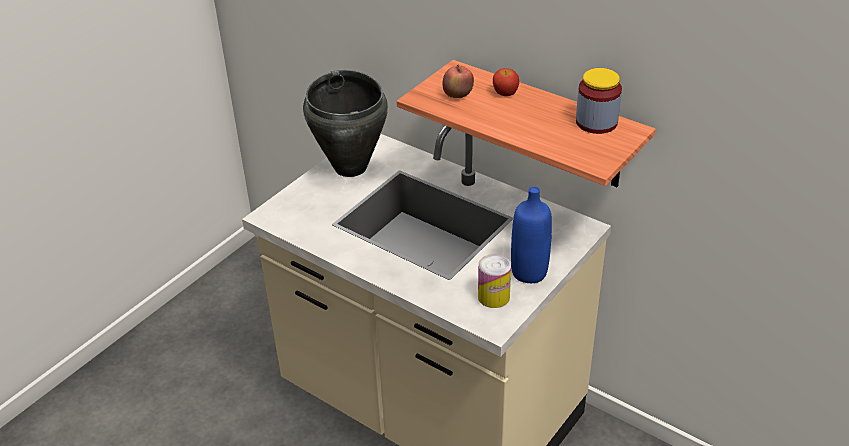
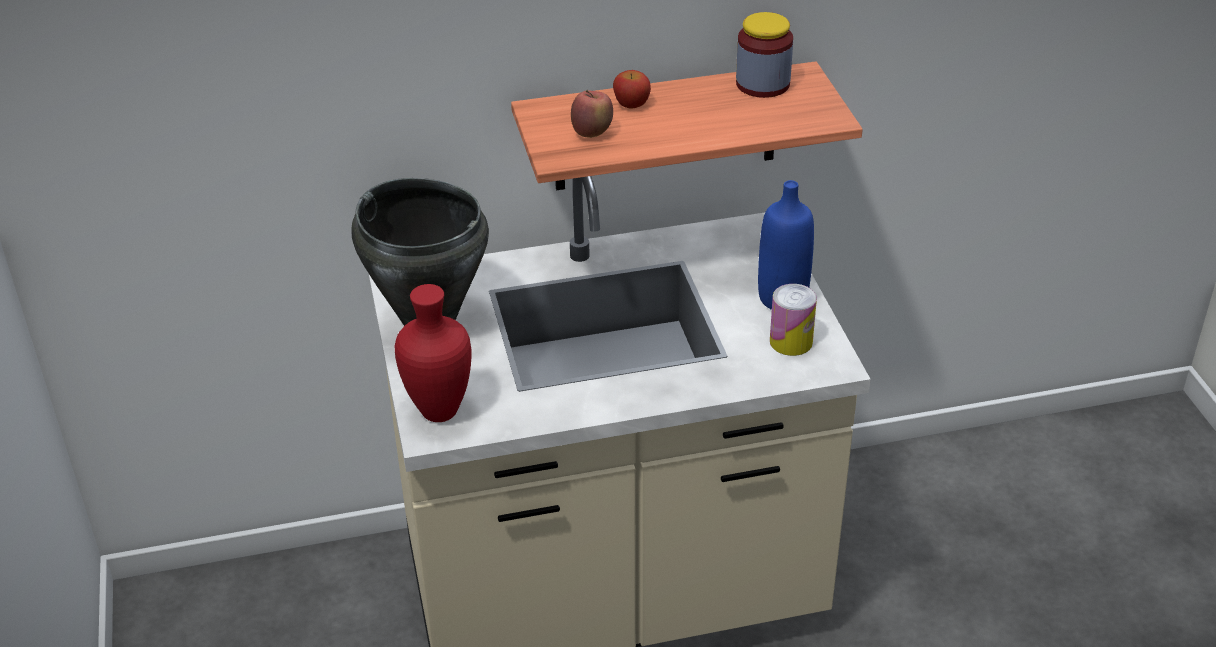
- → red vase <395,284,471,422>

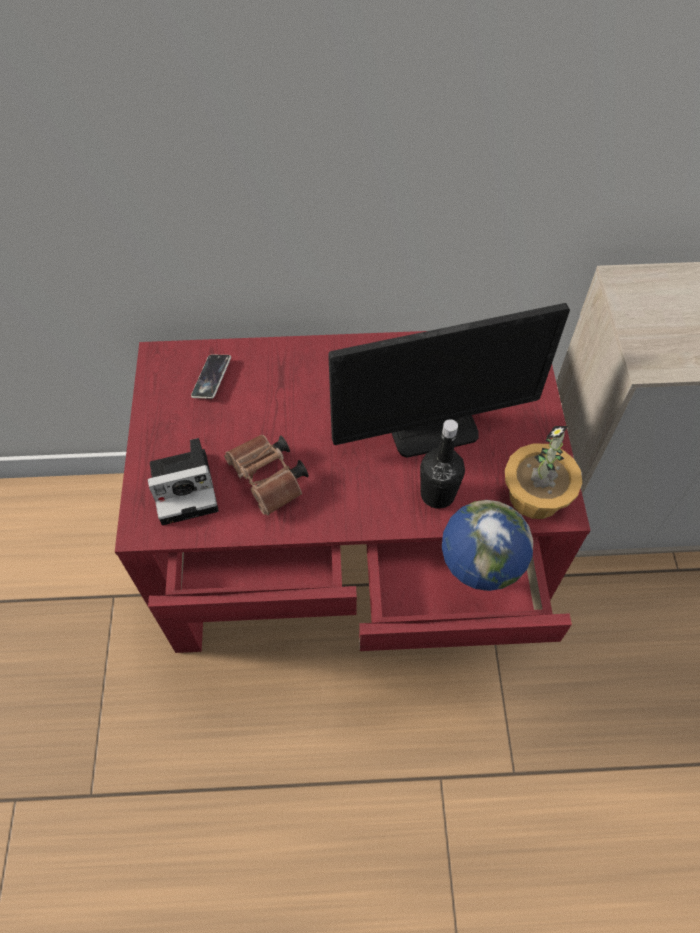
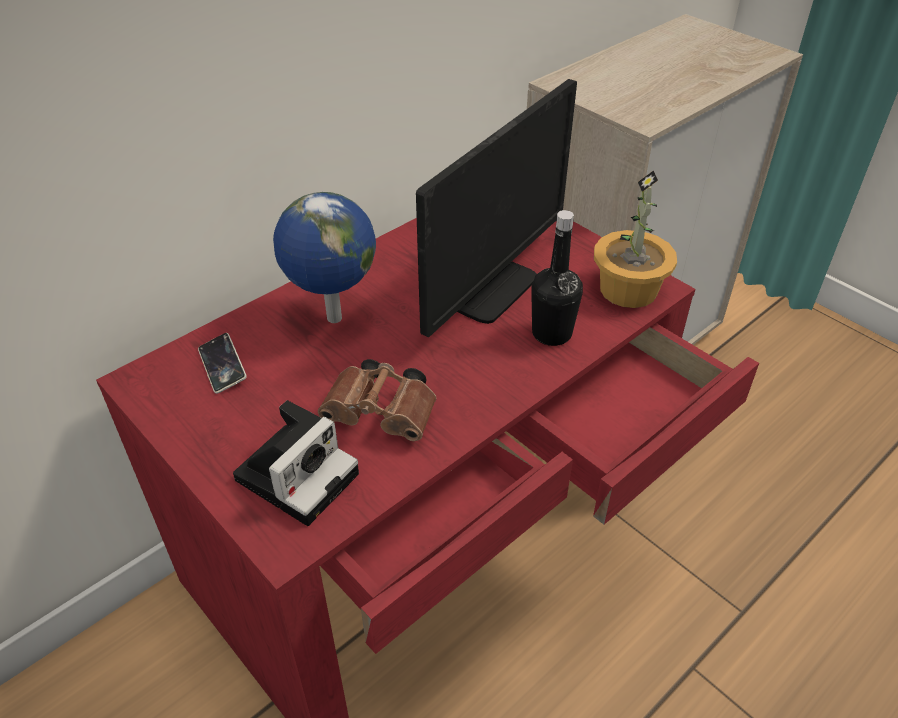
globe <442,500,533,591> → globe <273,192,376,323>, shifted

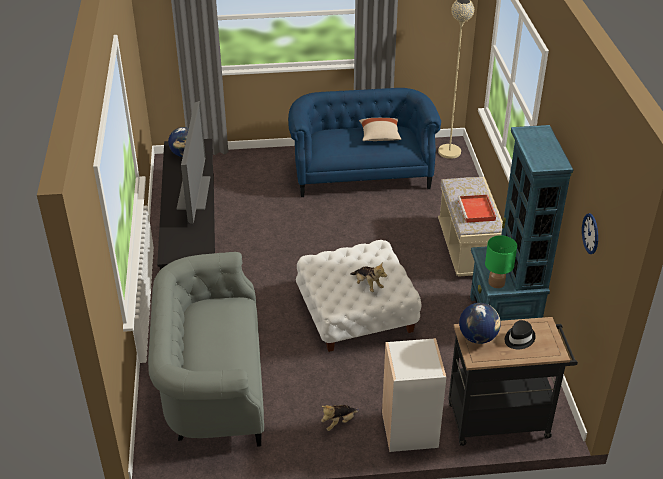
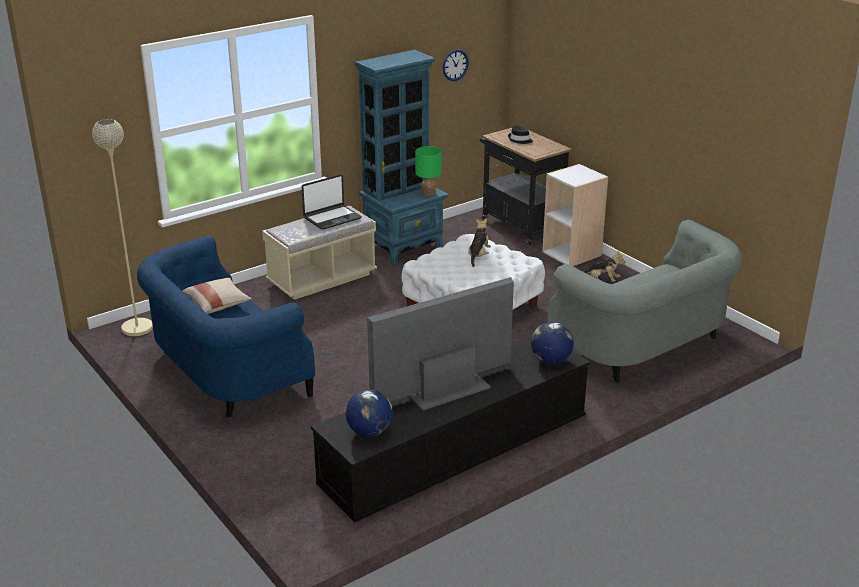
red tray <458,195,496,223> → laptop <302,174,362,230>
globe <459,303,501,344> → globe <531,322,574,364>, shifted

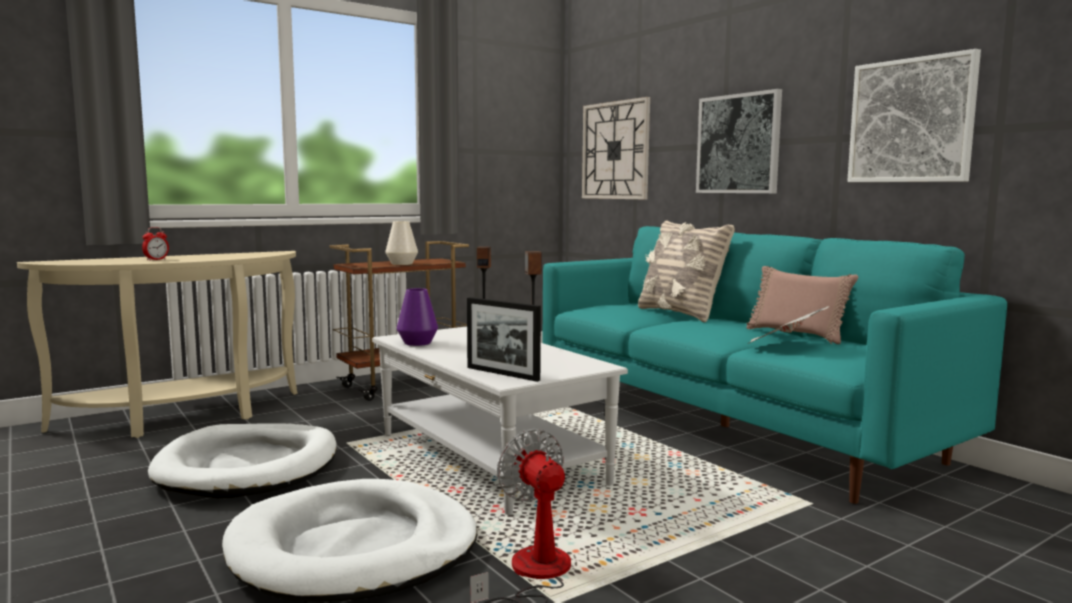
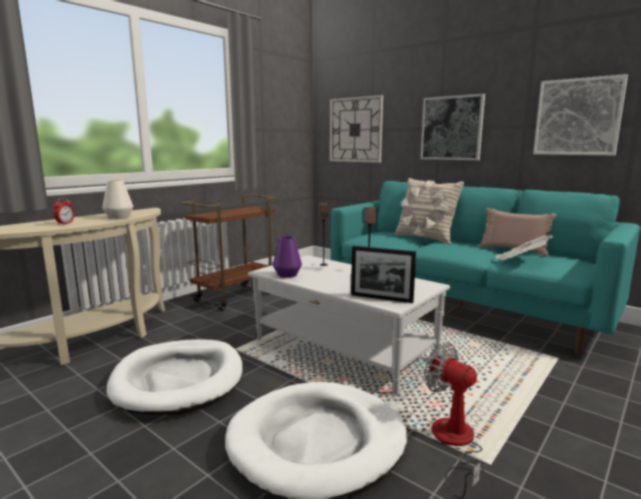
white vase <385,221,418,265> → white vase <102,180,133,219>, shifted

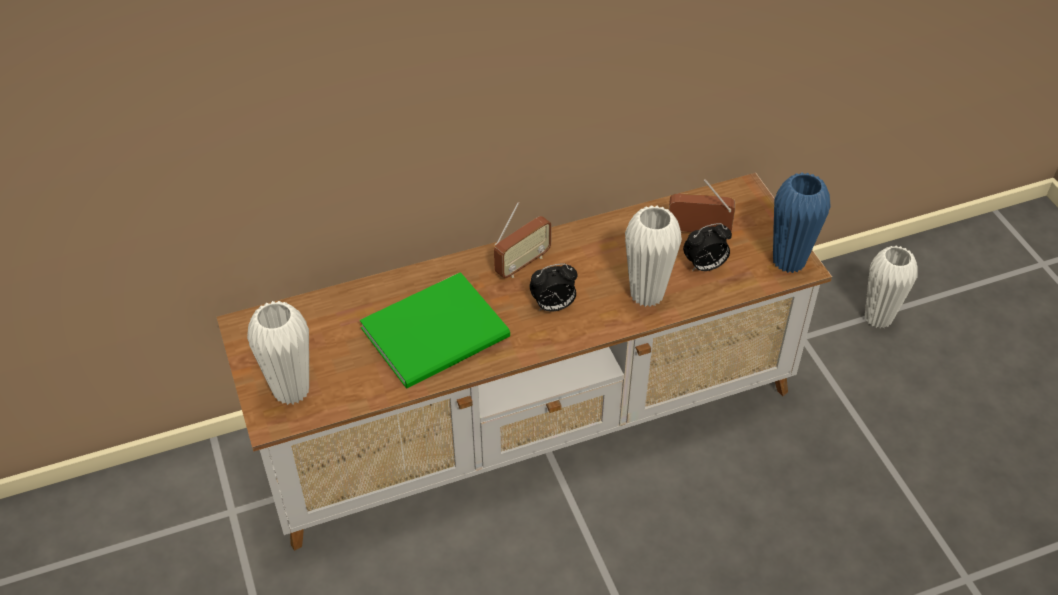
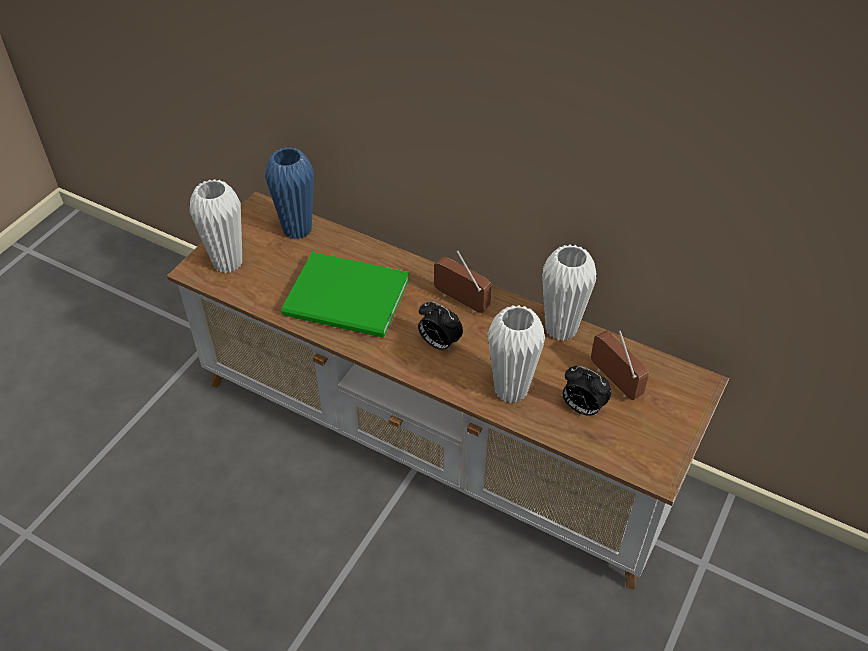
blue vase <773,172,831,273> → blue vase <265,147,314,239>, shifted
radio <494,202,552,278> → radio <434,251,492,313>, 150 degrees counterclockwise
white vase <865,246,918,328> → white vase <542,245,597,341>, shifted

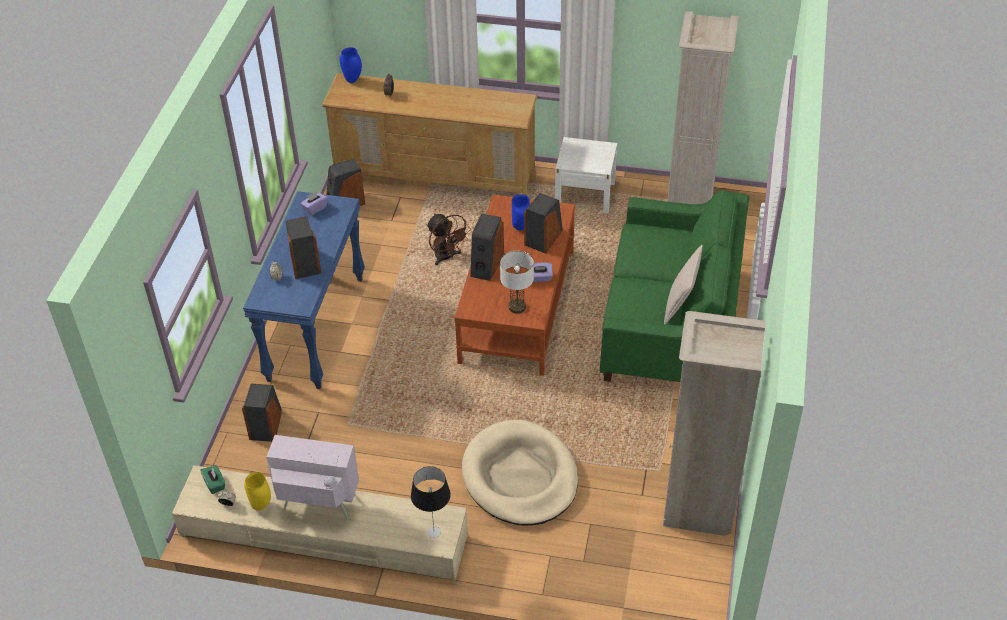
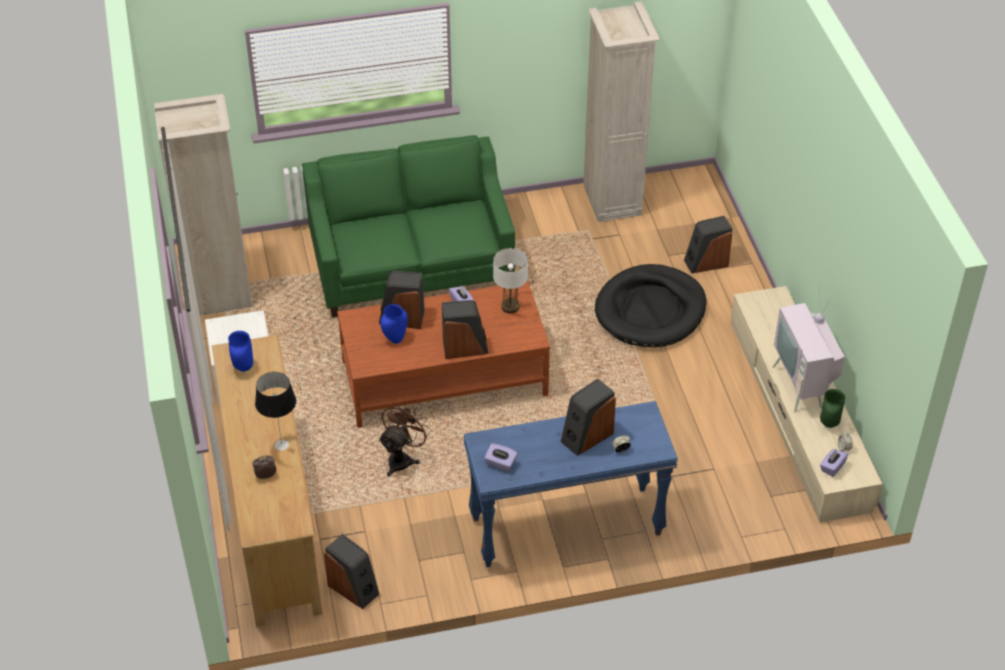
blue vase <339,47,362,83> → blue vase <228,331,253,372>, shifted
beige pillow <664,245,703,324> → -
speaker <242,384,282,442> → speaker <684,216,732,274>, shifted
beige dog bed <462,420,578,526> → black dog bed <595,264,707,347>
green tissue box <200,466,226,494> → purple tissue box <820,449,848,477>
table lamp <411,466,451,538> → table lamp <255,372,296,450>, shifted
yellow vase <244,472,271,511> → green vase <820,389,845,428>

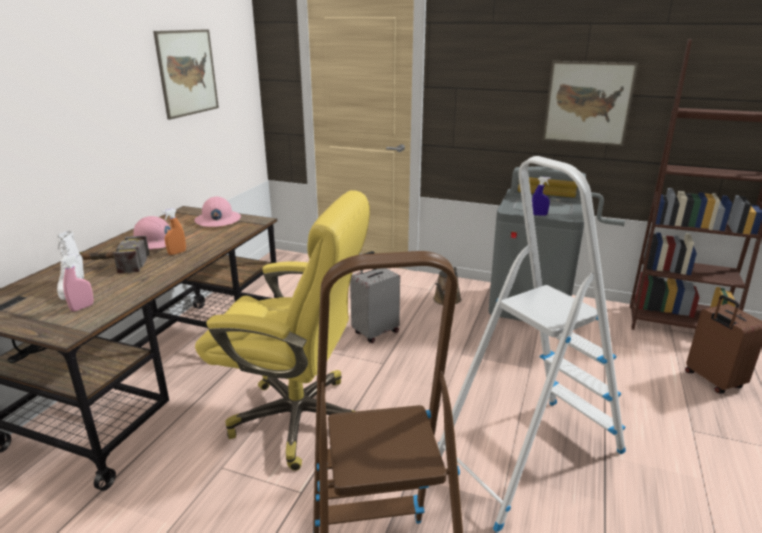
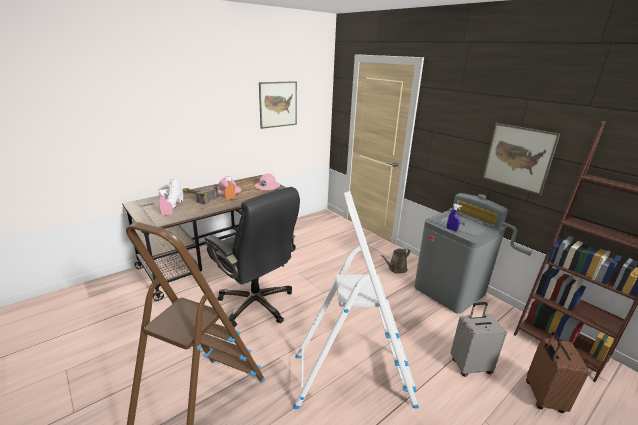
yellow office chair <195,190,370,471> → black office chair <204,187,300,328>
grey suitcase <350,251,400,343> → grey suitcase <451,302,507,377>, shifted

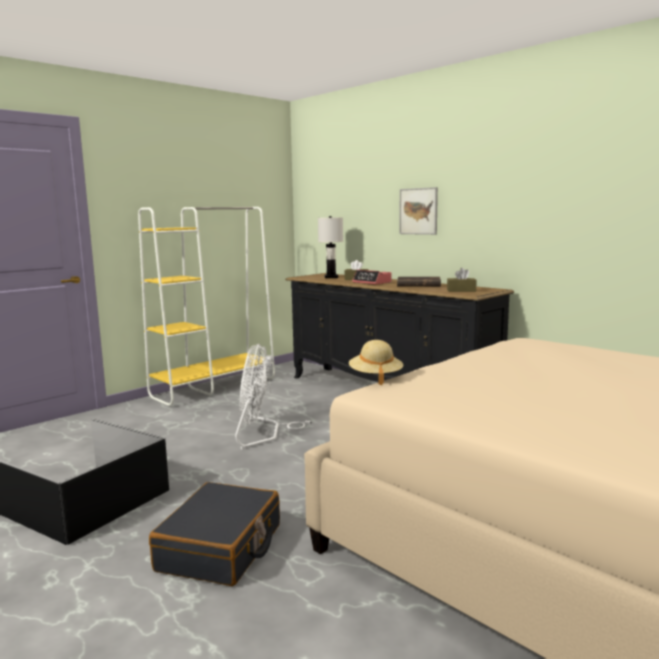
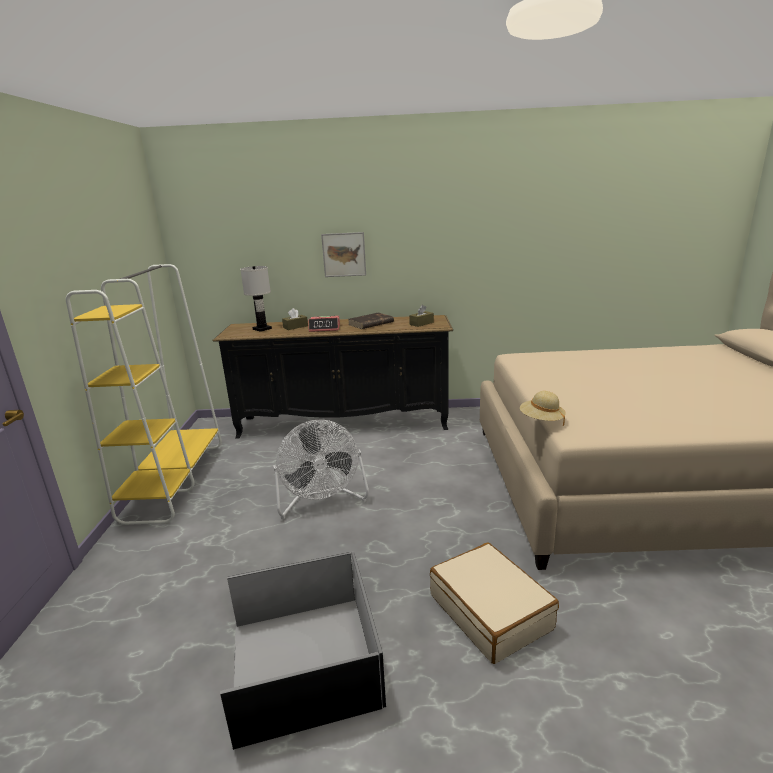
white fan <235,344,311,450> → white fan <273,420,369,519>, 60 degrees counterclockwise
black suitcase <149,482,280,586> → beige suitcase <430,542,559,664>

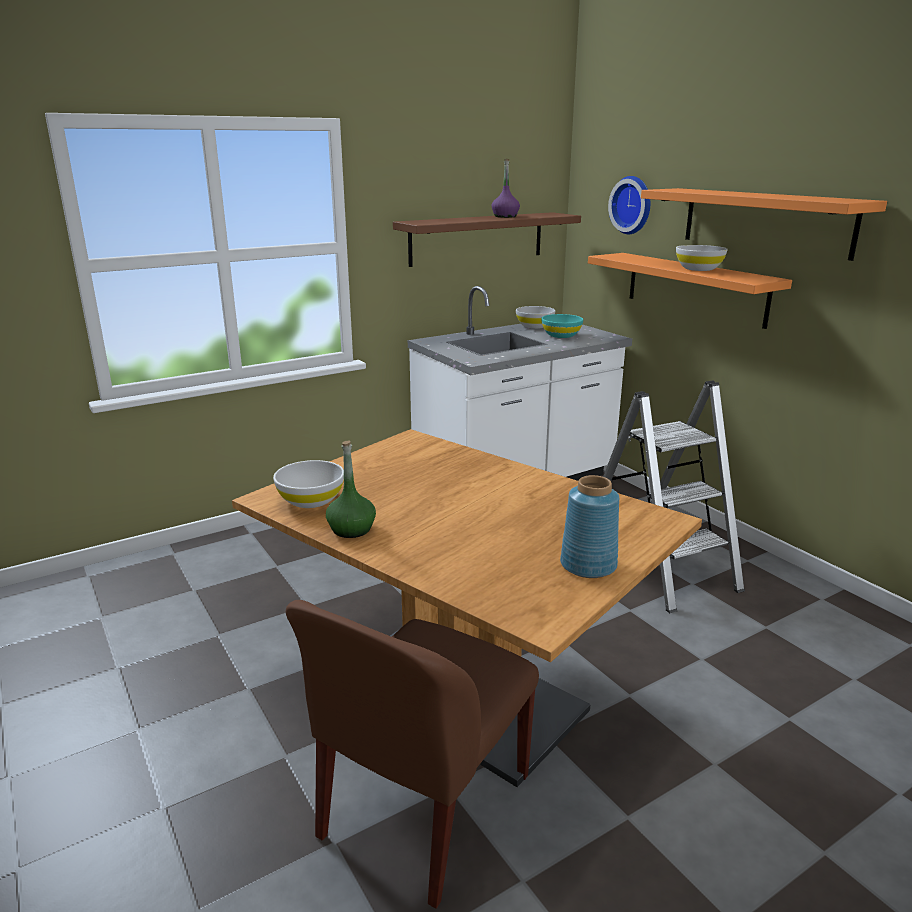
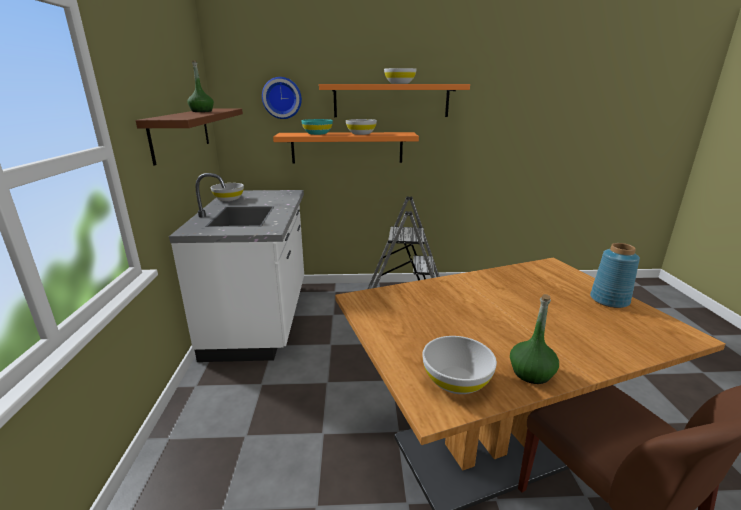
purple bottle <492,159,520,218> → green bottle <187,60,214,112>
turquoise bowl <541,314,583,338> → turquoise bowl <301,119,333,135>, shifted
- → white bowl <384,68,417,84>

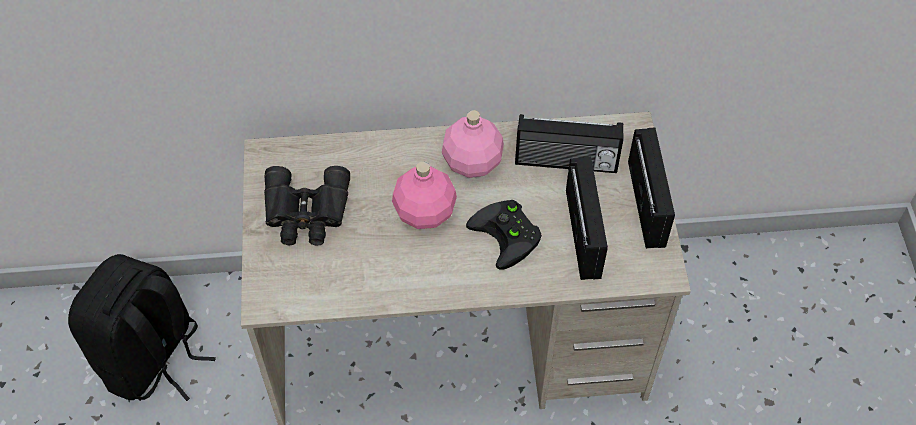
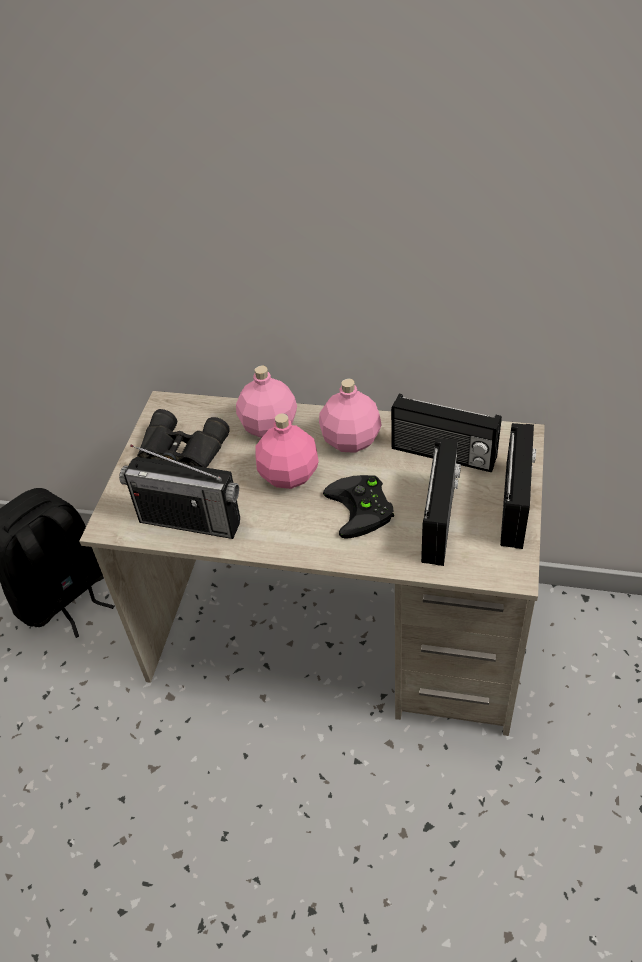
- → pink bottle <236,365,297,438>
- → radio <119,445,240,539>

